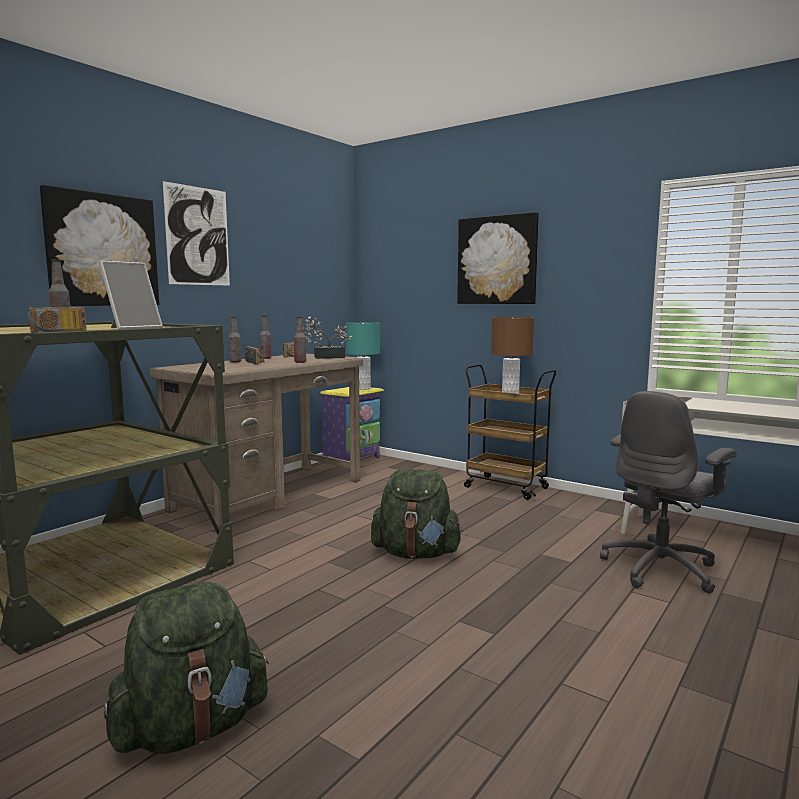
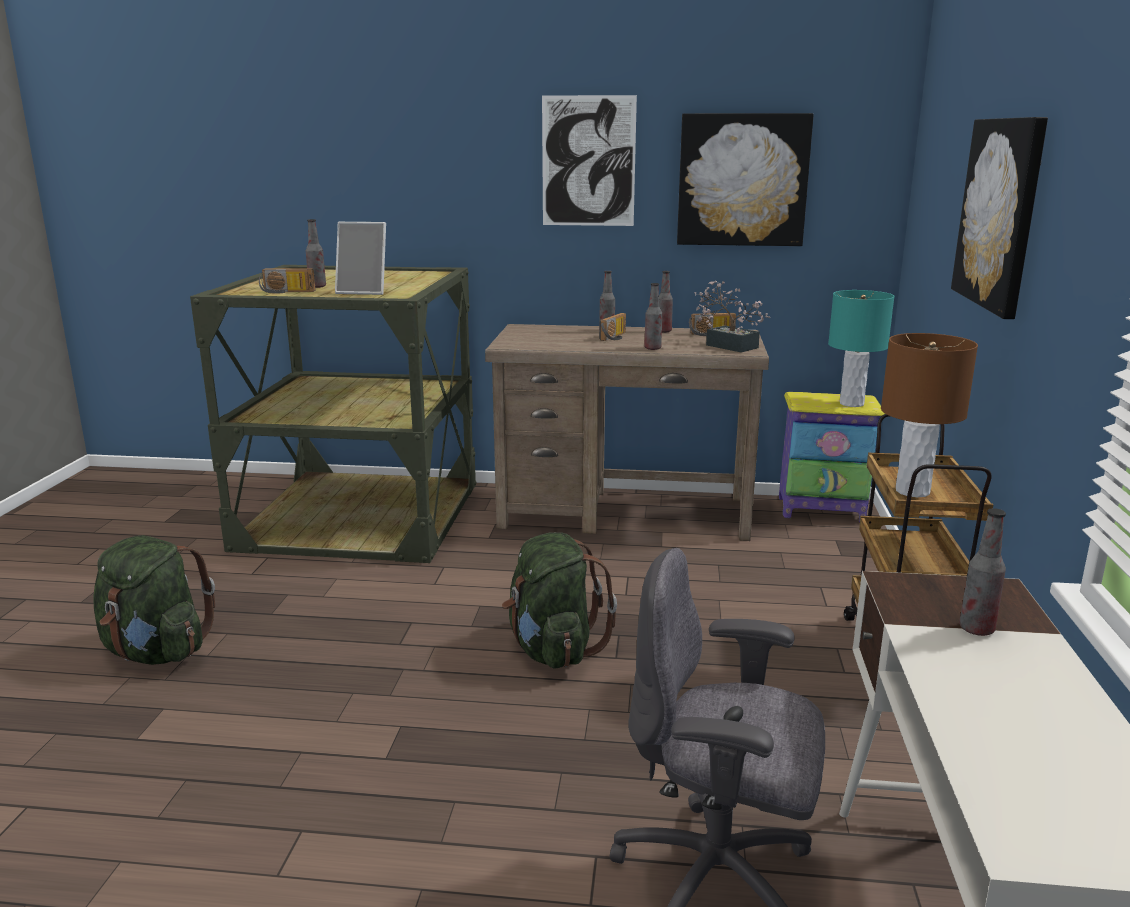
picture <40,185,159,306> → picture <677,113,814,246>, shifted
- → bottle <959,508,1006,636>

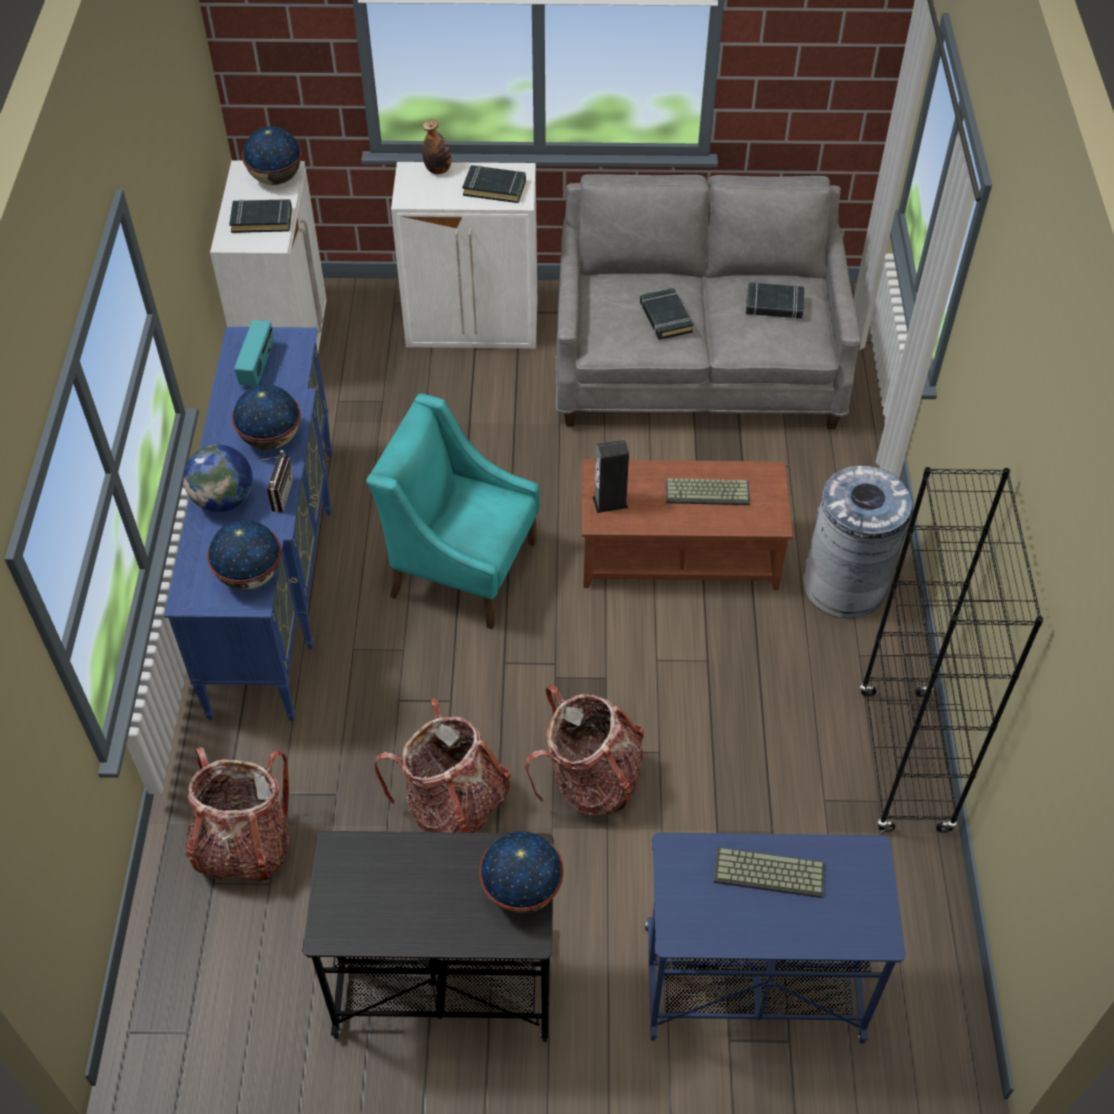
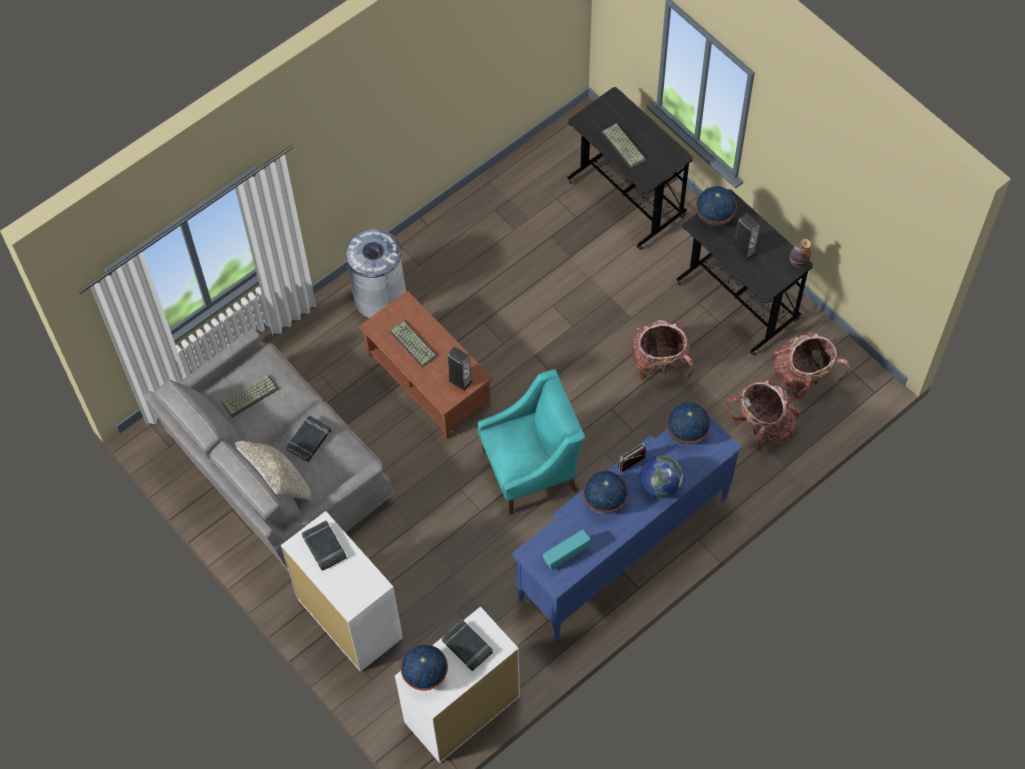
bottle <422,119,452,174> → bottle <790,239,811,268>, shifted
black book <746,282,804,319> → keyboard <222,375,279,417>
turquoise armchair <366,393,539,629> → turquoise armchair <478,369,585,515>, 90 degrees counterclockwise
black bookcase <860,467,1044,833> → -
backpack <525,685,644,816> → backpack <773,332,851,399>, shifted
blue desk <645,833,906,1044> → black desk <567,87,693,250>
- → speaker <733,213,760,261>
- → beige pillow <235,441,311,500>

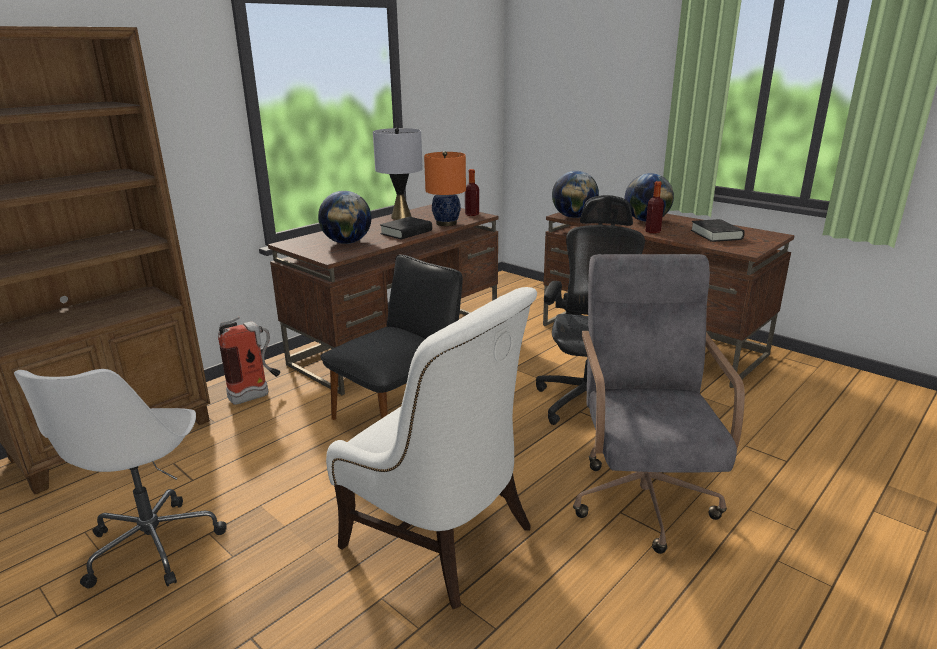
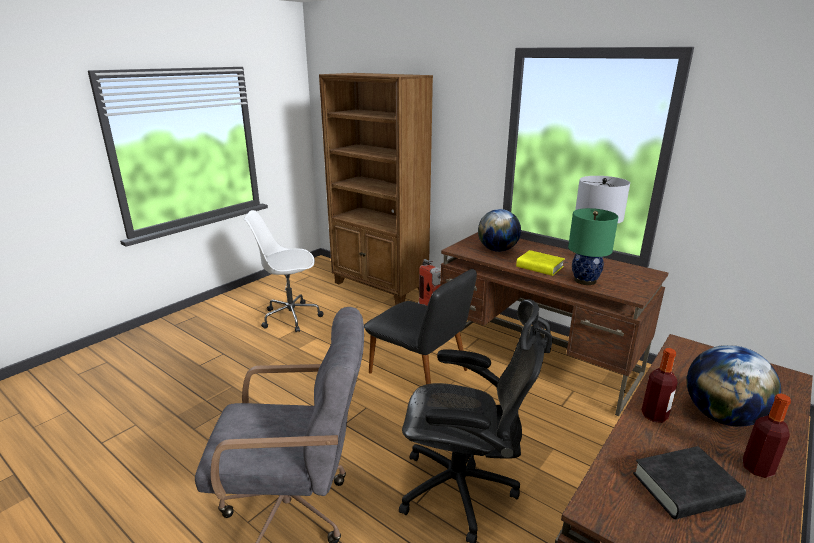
orange table lamp <424,151,466,226> → green table lamp <568,208,618,285>
bottle <465,169,479,216> → bottle <743,393,791,478>, shifted
globe <552,171,599,218> → -
black book <380,217,432,240> → yellow book <516,250,565,276>
white chair <326,287,537,609> → -

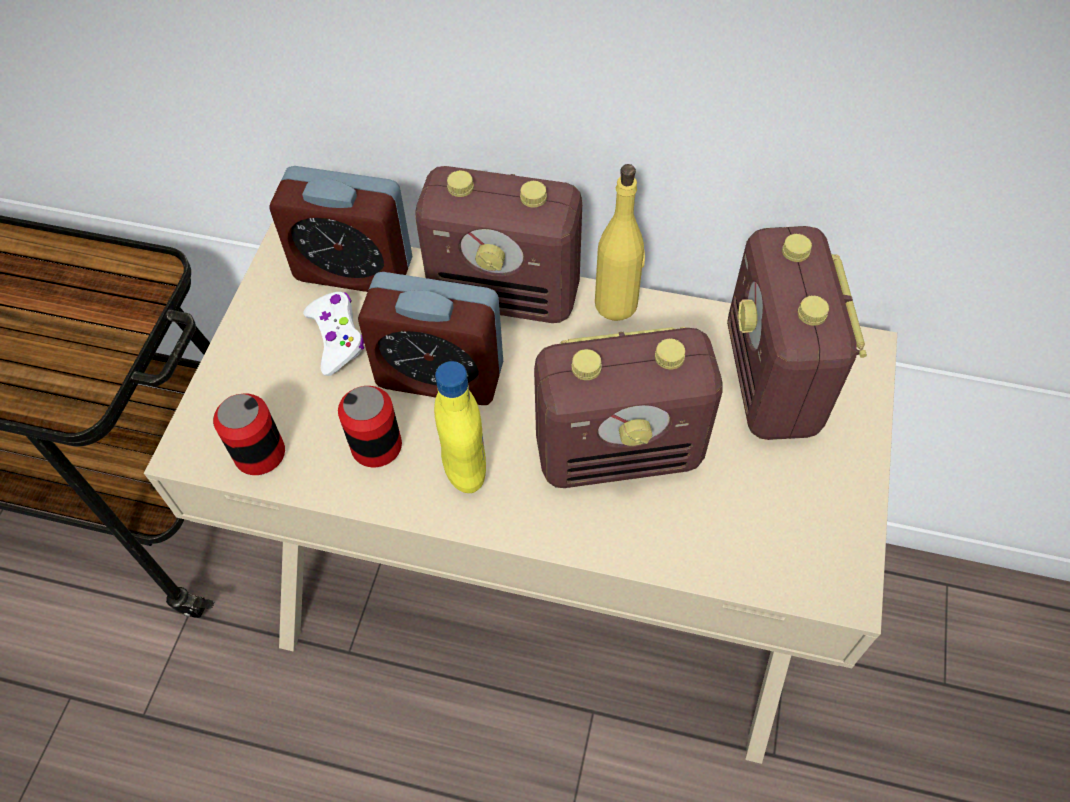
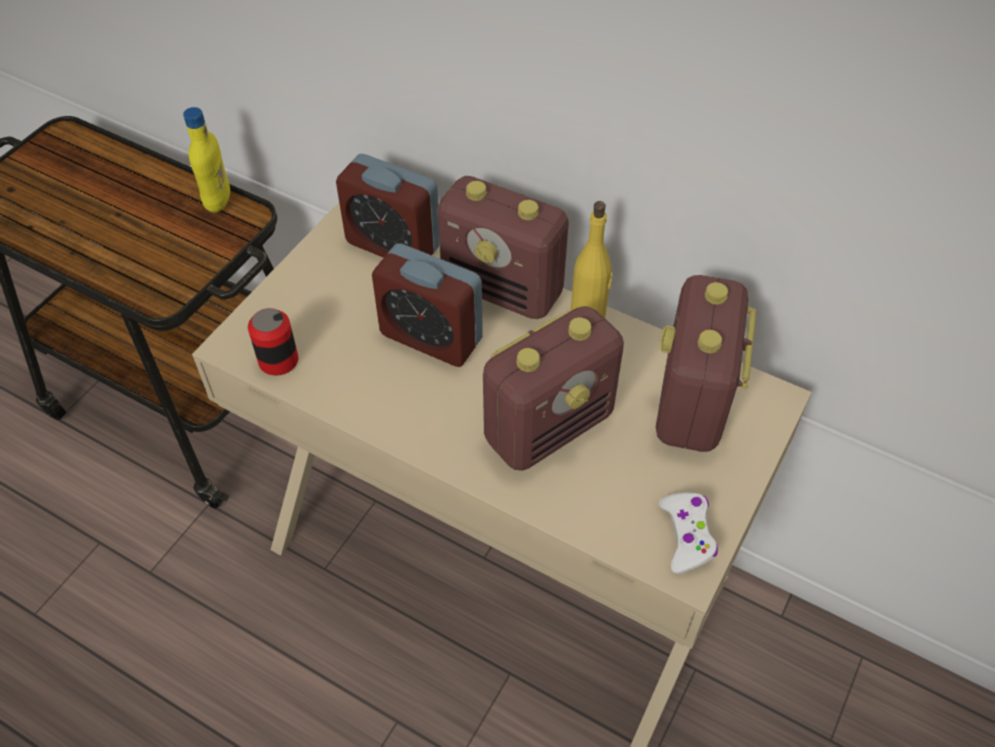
white game controller <303,292,364,376> → white game controller <659,493,718,574>, shifted
radio <534,327,723,488> → radio <483,306,624,471>, 45 degrees counterclockwise
yellow bottle <434,361,486,493> → yellow bottle <183,107,230,213>, shifted
can <338,386,402,467> → -

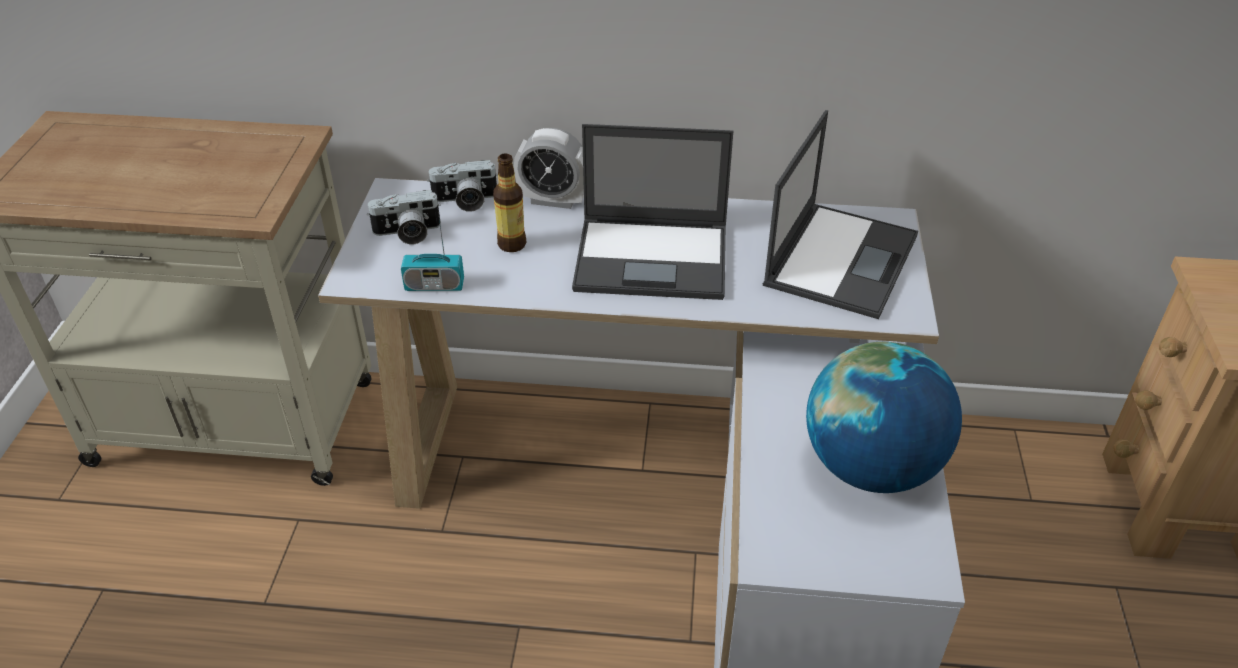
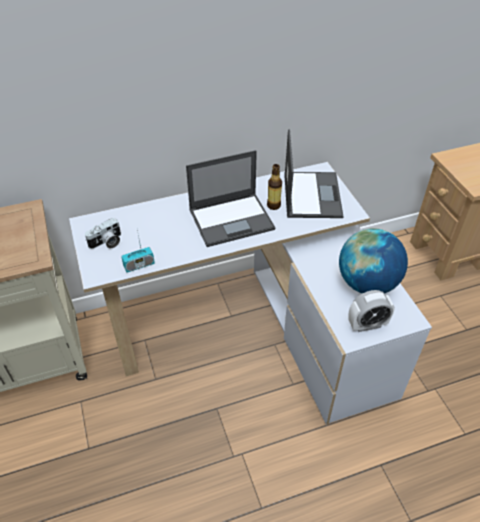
alarm clock <514,128,584,209> → alarm clock <348,290,395,332>, shifted
bottle <493,154,526,252> → bottle <267,164,282,210>, shifted
photo camera <427,160,498,212> → -

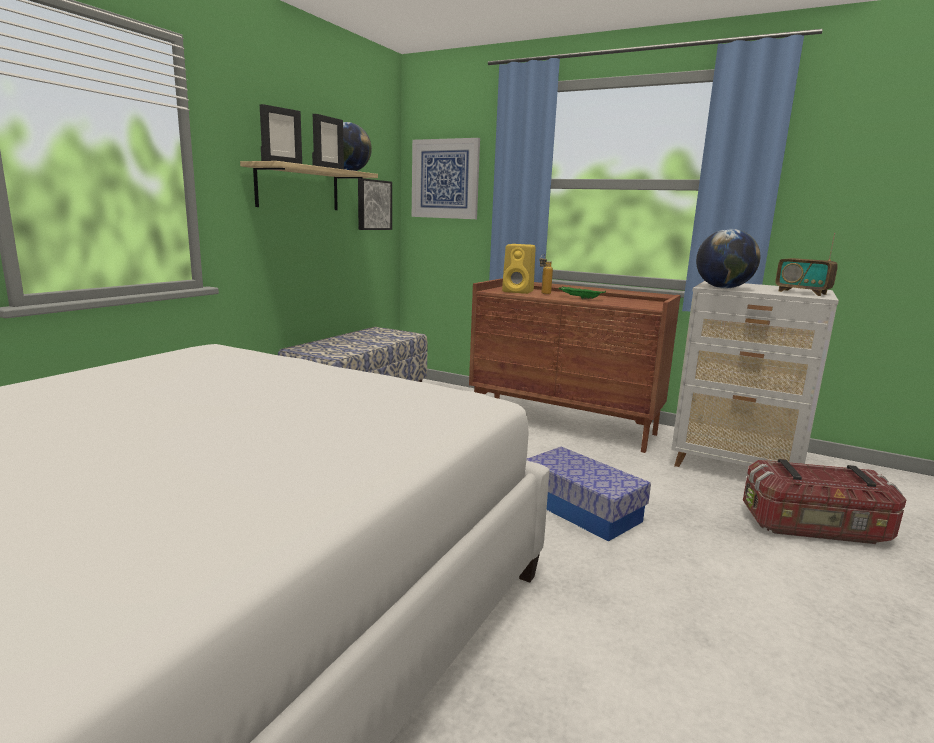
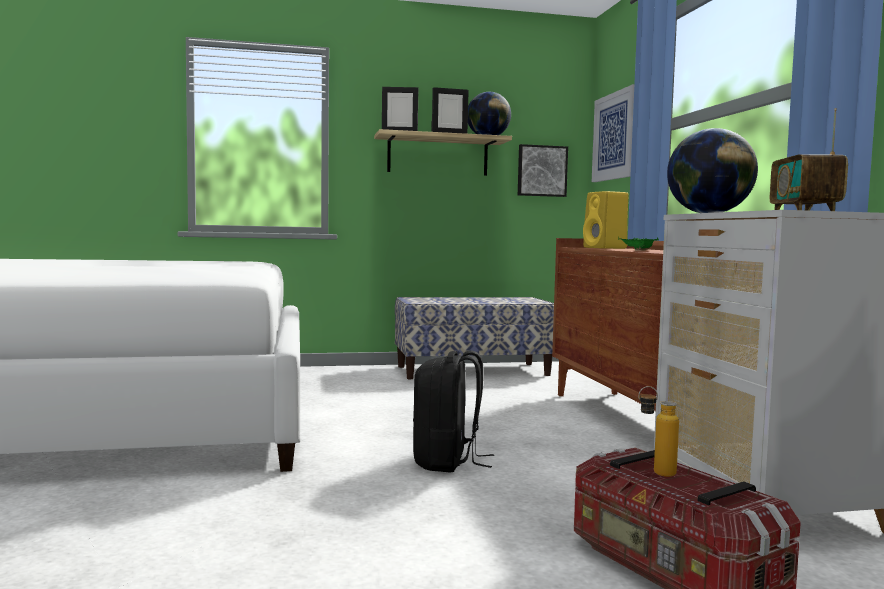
bottle <539,254,553,294> → bottle <639,386,679,477>, shifted
storage box <527,447,651,542> → black backpack <413,350,494,473>

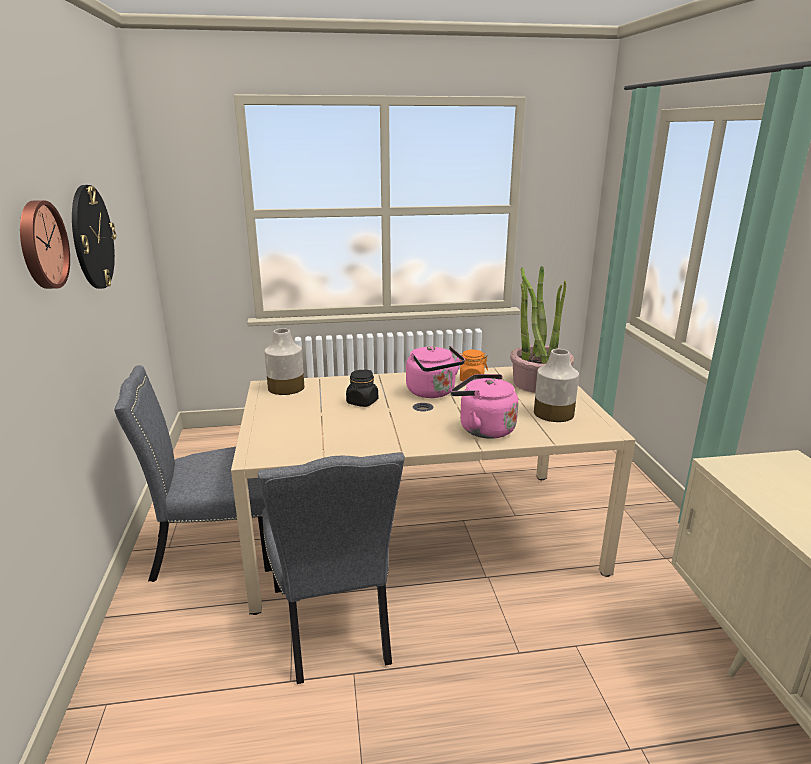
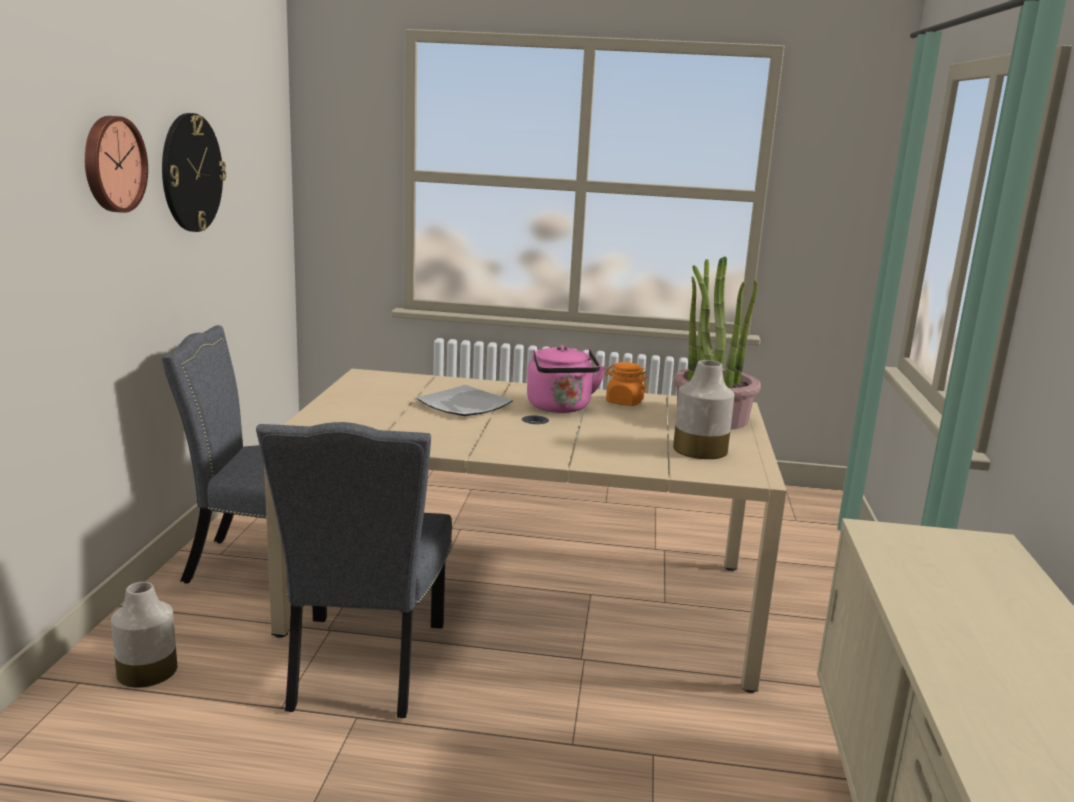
beige vase <264,328,305,395> → beige vase <111,582,177,687>, shifted
black jar <346,369,378,407> → plate <416,385,513,416>
pink kettle <451,374,518,439> → -

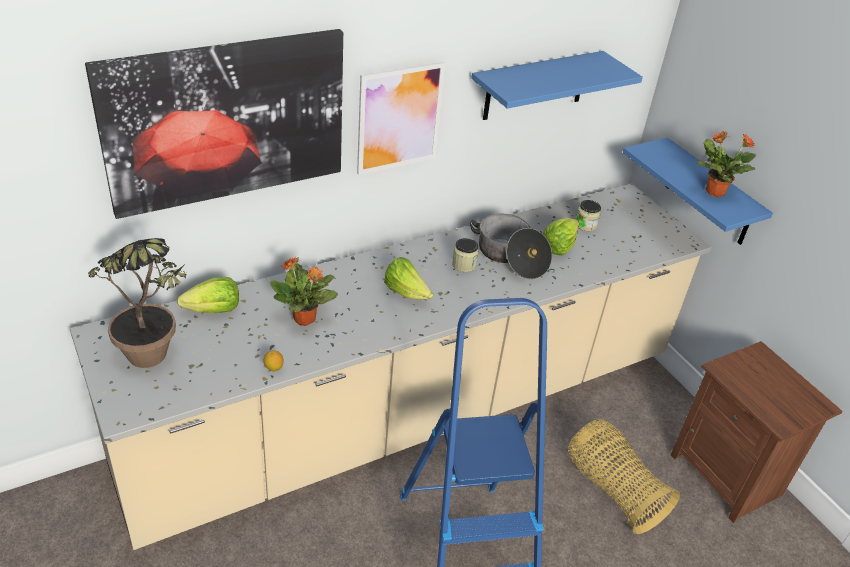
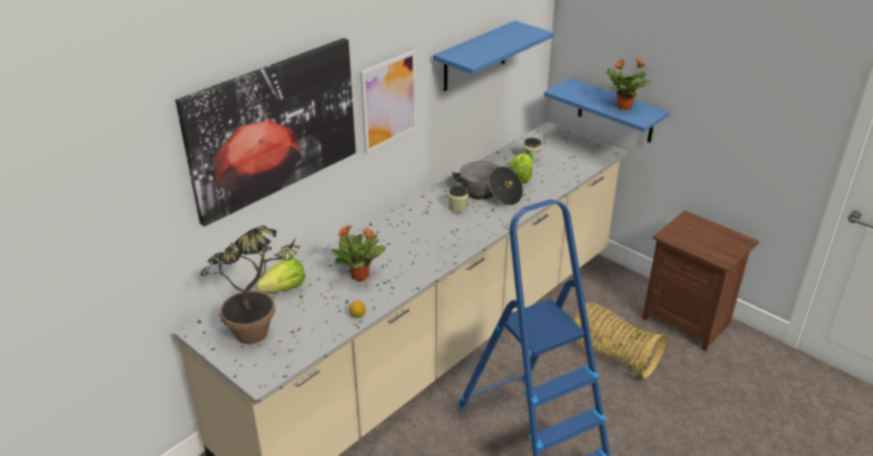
lettuce <384,257,433,300> → -

